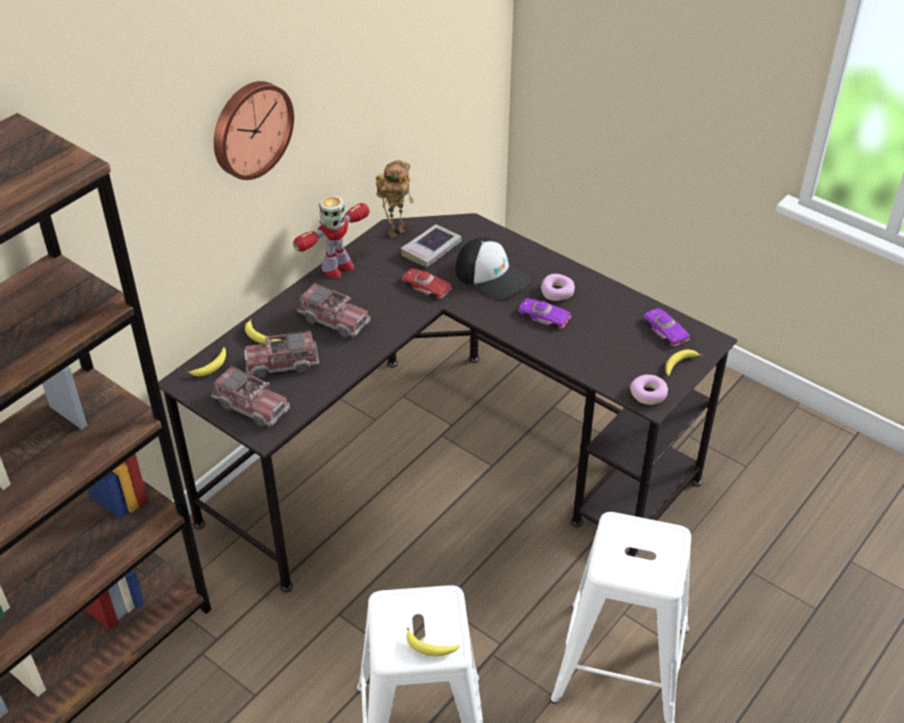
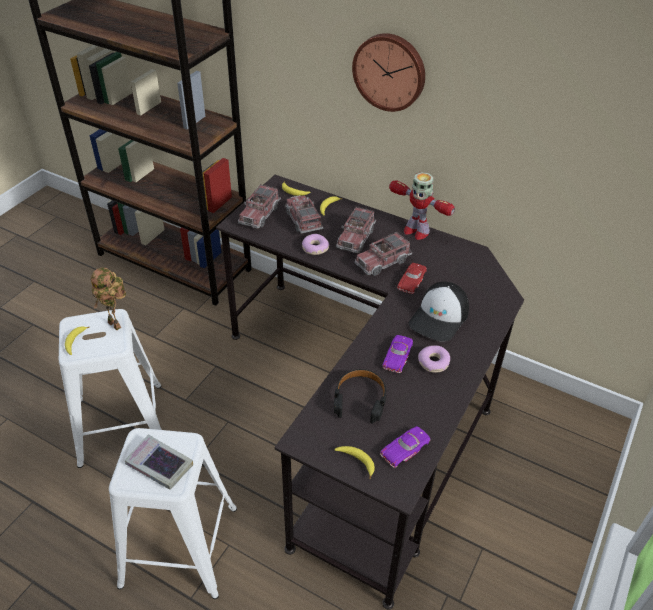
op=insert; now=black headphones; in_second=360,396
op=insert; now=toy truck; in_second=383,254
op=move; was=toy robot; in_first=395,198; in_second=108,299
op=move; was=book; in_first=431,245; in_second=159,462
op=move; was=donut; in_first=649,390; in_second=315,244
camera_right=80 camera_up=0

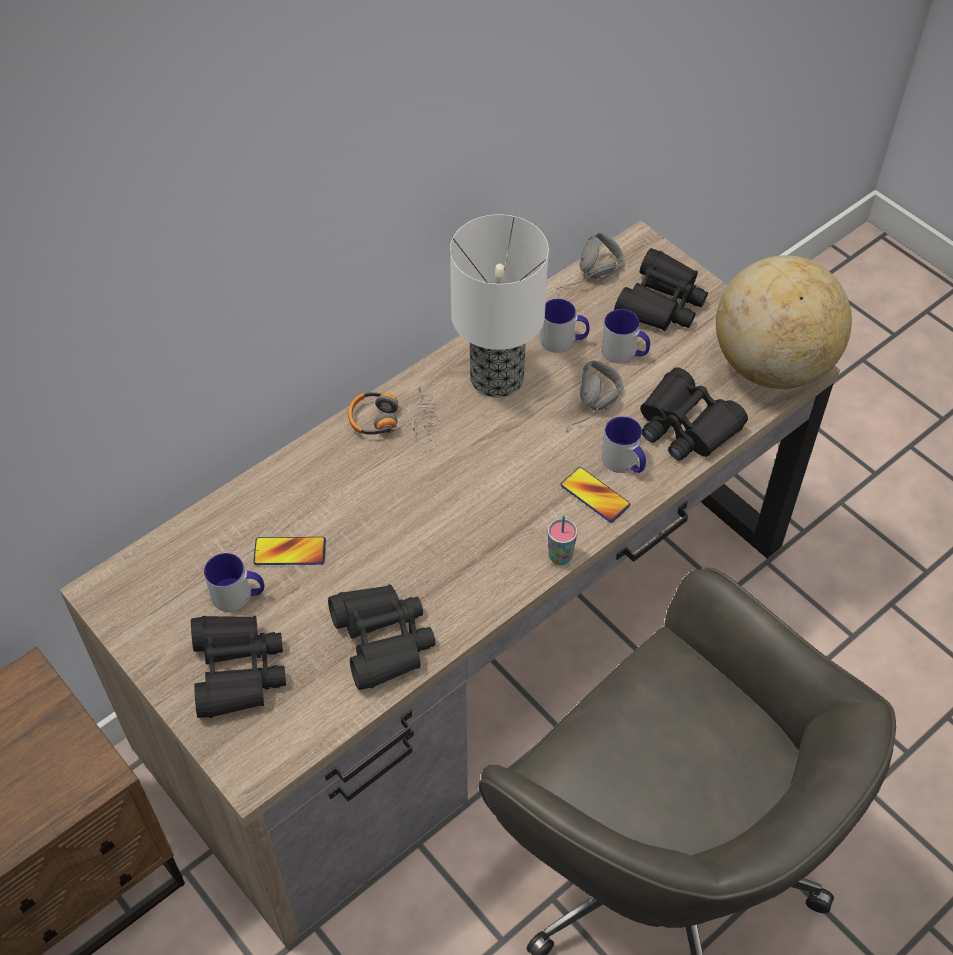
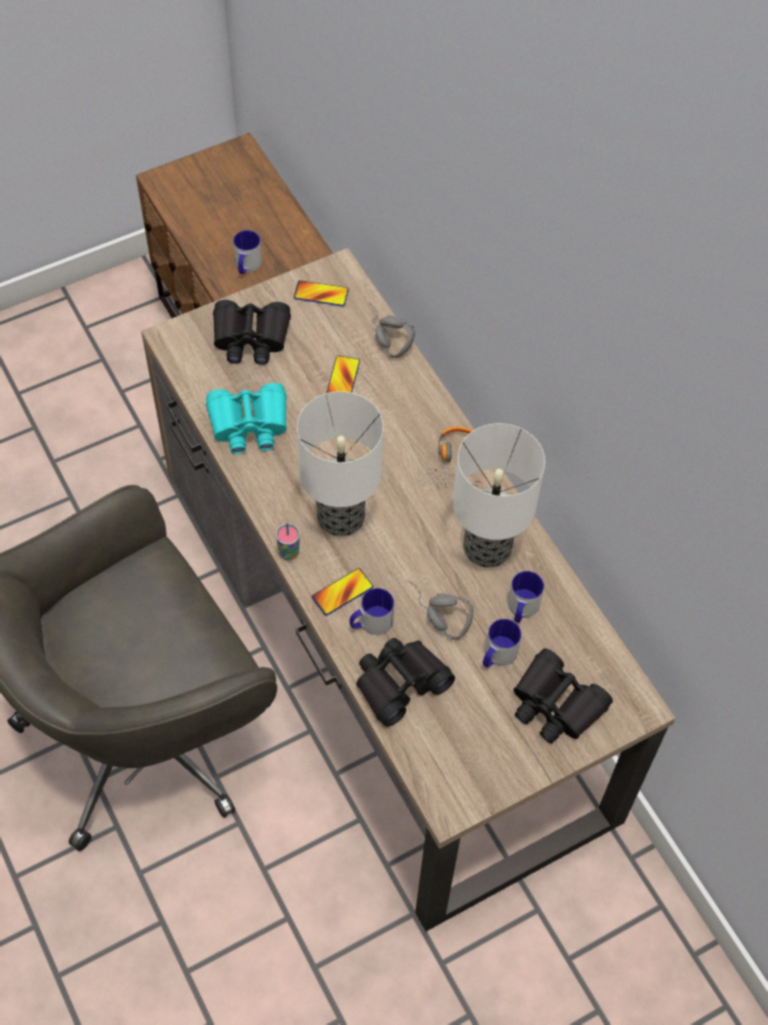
op=delete; was=globe; in_first=784,322
op=insert; now=phone; in_second=321,293
op=insert; now=table lamp; in_second=340,463
op=move; was=mug; in_first=234,582; in_second=247,252
op=move; was=grey headphones; in_first=590,261; in_second=391,330
op=recolor; was=black binoculars; now=turquoise binoculars; in_first=381,637; in_second=246,418
camera_right=100 camera_up=5

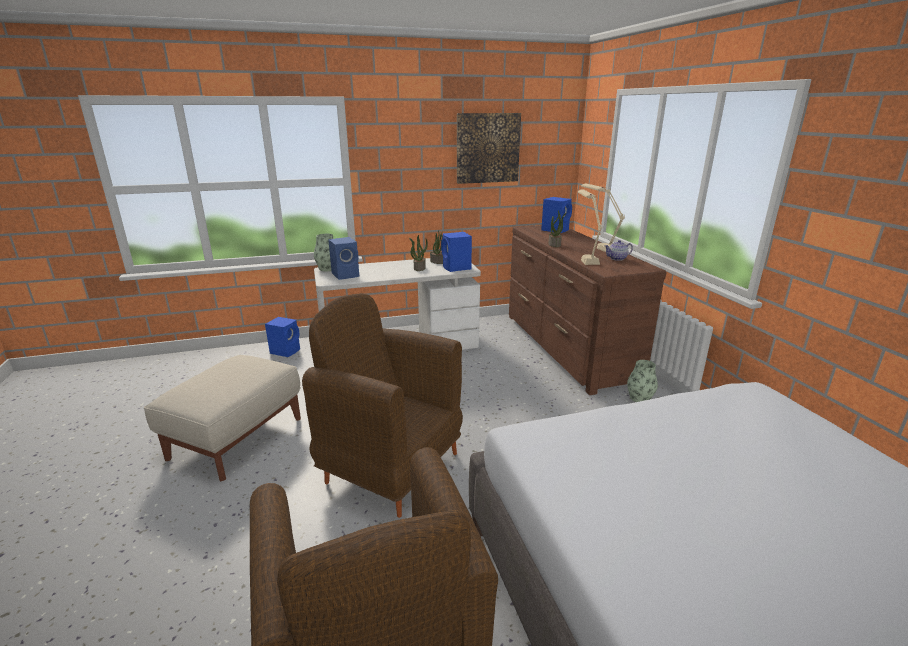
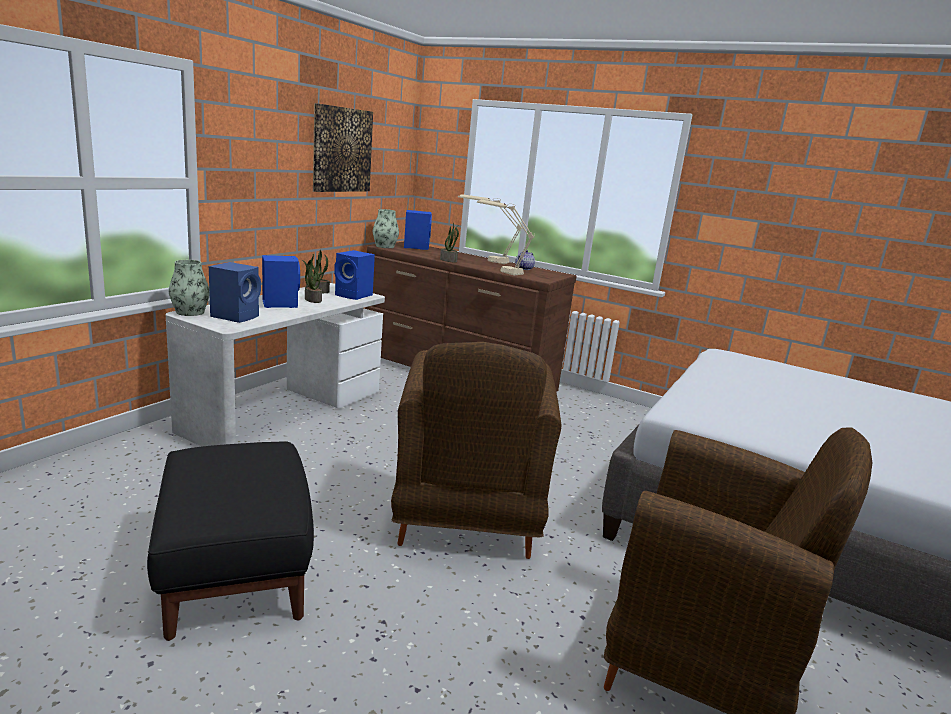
op=move; was=blue speaker; in_first=282,337; in_second=281,281
op=move; was=vase; in_first=642,381; in_second=386,228
op=recolor; was=beige ottoman; now=black ottoman; in_first=222,418; in_second=230,541
op=rotate; was=brown armchair; in_first=382,405; in_second=476,450; clockwise=-75
camera_right=-45 camera_up=-5

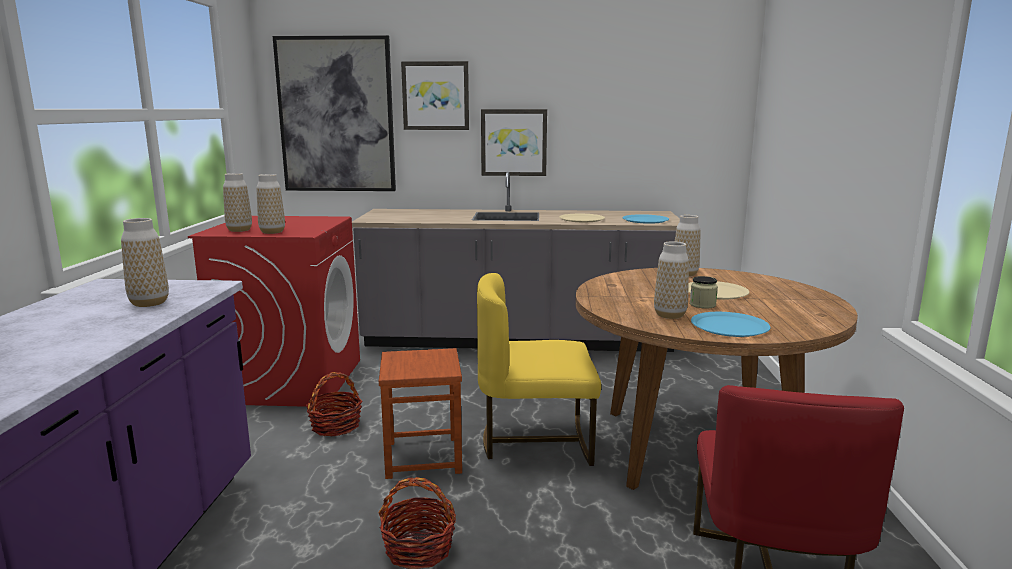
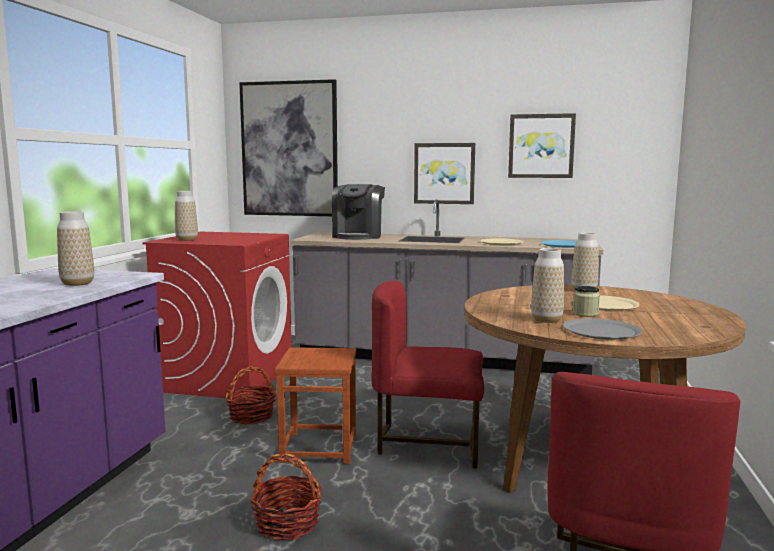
op=delete; was=vase; in_first=271,204
op=insert; now=coffee machine; in_second=358,212
op=move; was=picture; in_first=435,95; in_second=542,145
op=recolor; was=yellow chair; now=red chair; in_first=539,369; in_second=427,375
op=recolor; was=blue plate; now=grey plate; in_first=730,324; in_second=602,329
camera_right=10 camera_up=-5

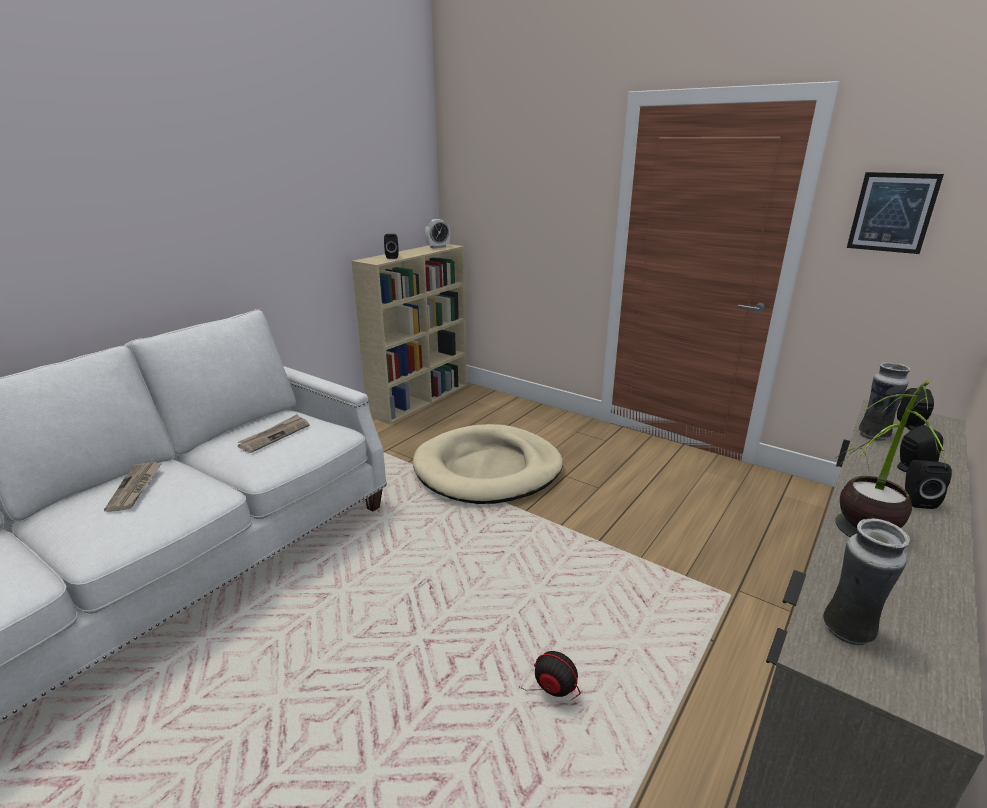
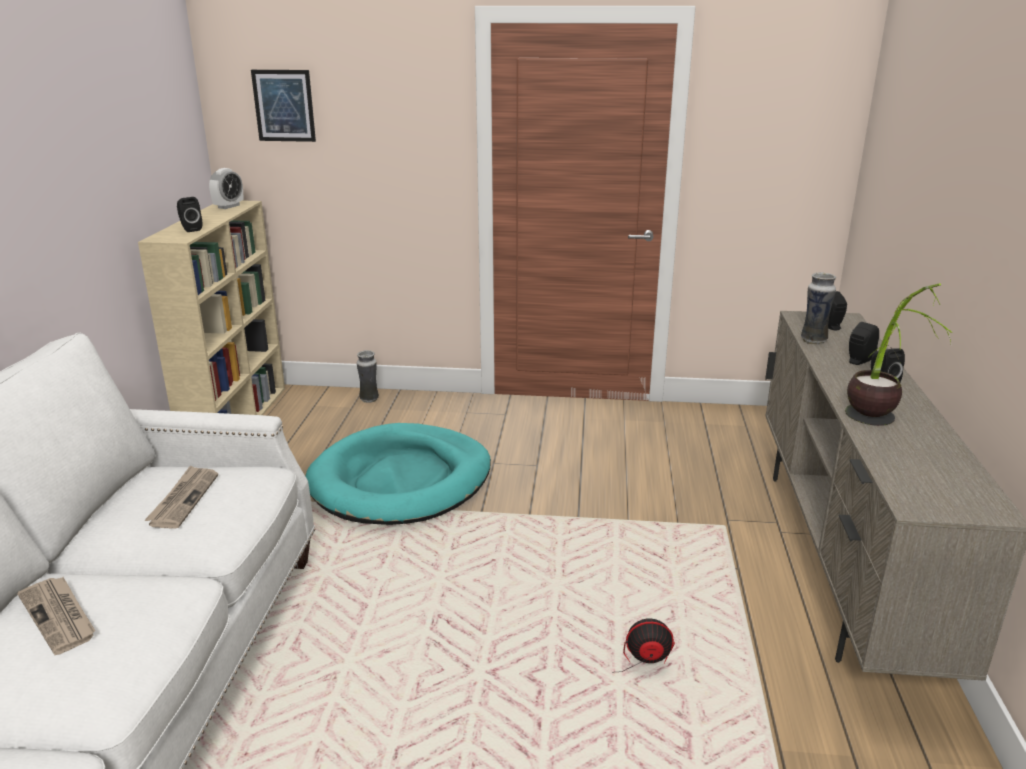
op=move; was=vase; in_first=866,582; in_second=368,376
op=move; was=picture; in_first=895,213; in_second=283,106
op=recolor; was=beige dog bed; now=turquoise dog bed; in_first=488,464; in_second=398,474
camera_right=-30 camera_up=0

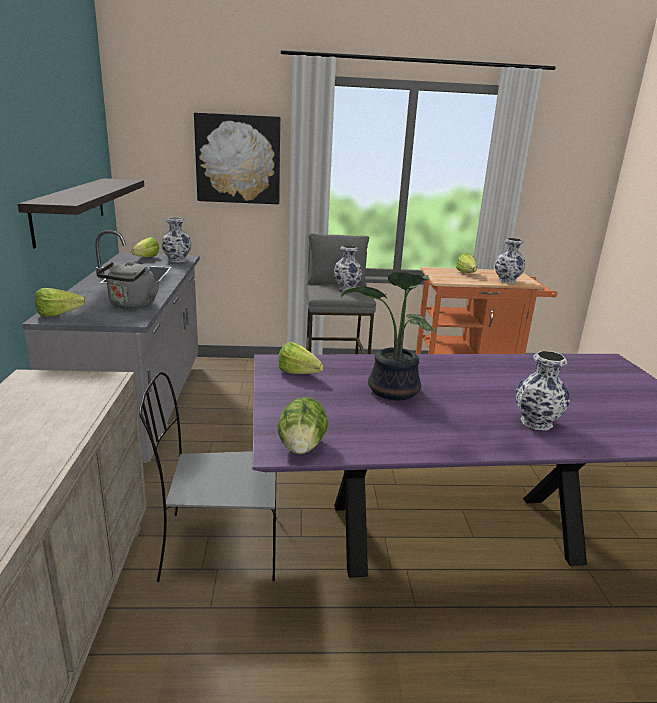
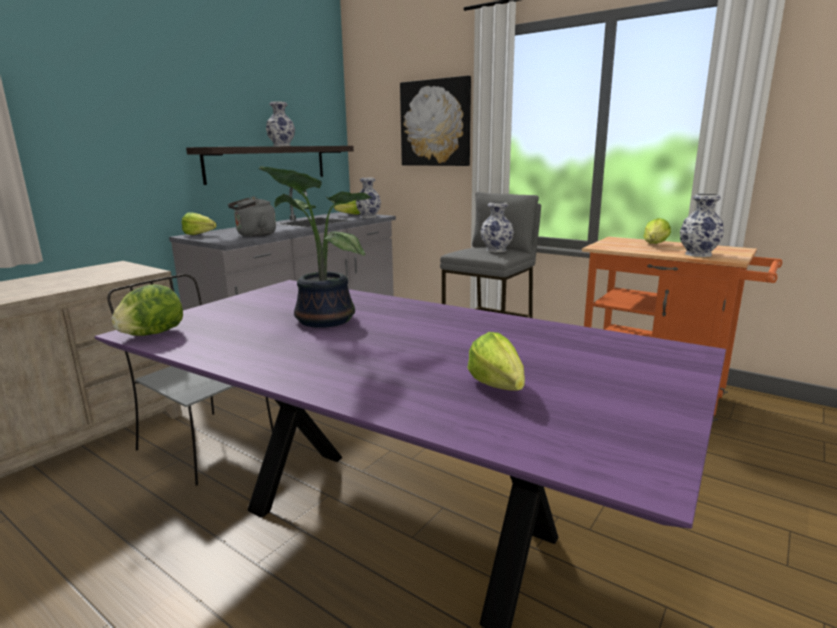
op=move; was=lettuce; in_first=301,358; in_second=496,361
op=move; was=vase; in_first=542,390; in_second=280,124
camera_right=40 camera_up=-5

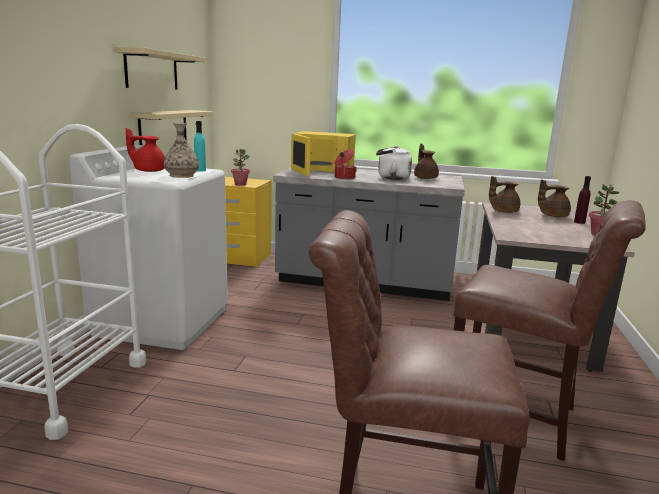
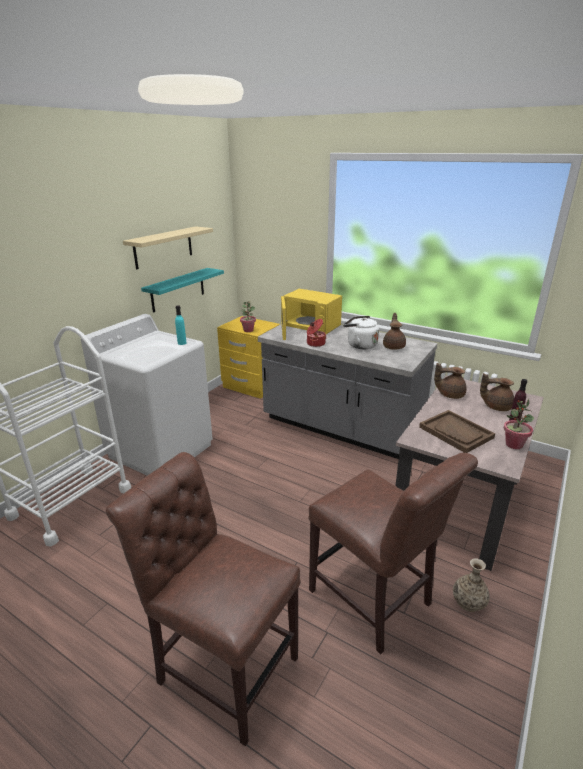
op=delete; was=red teapot; in_first=145,150
op=insert; now=brown tray; in_second=457,431
op=move; was=vase; in_first=181,150; in_second=471,585
op=recolor; was=beige shelf; now=turquoise shelf; in_first=171,127; in_second=182,290
camera_right=20 camera_up=10

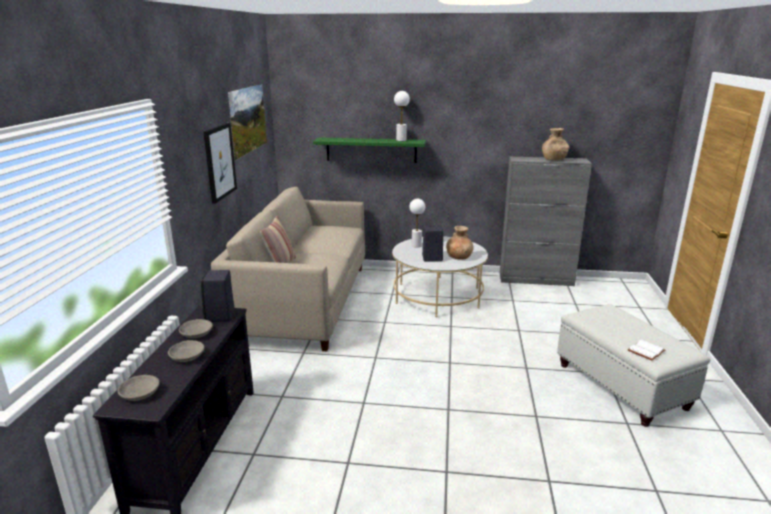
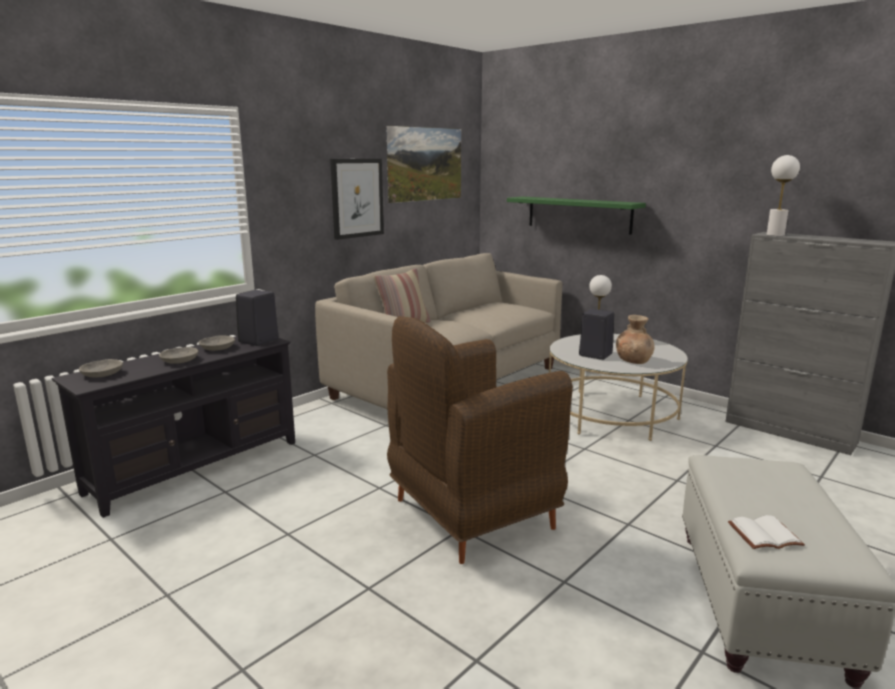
op=delete; was=brown vase; in_first=556,144
op=insert; now=brown armchair; in_second=480,440
op=move; was=white table lamp; in_first=402,116; in_second=783,195
camera_right=35 camera_up=-5

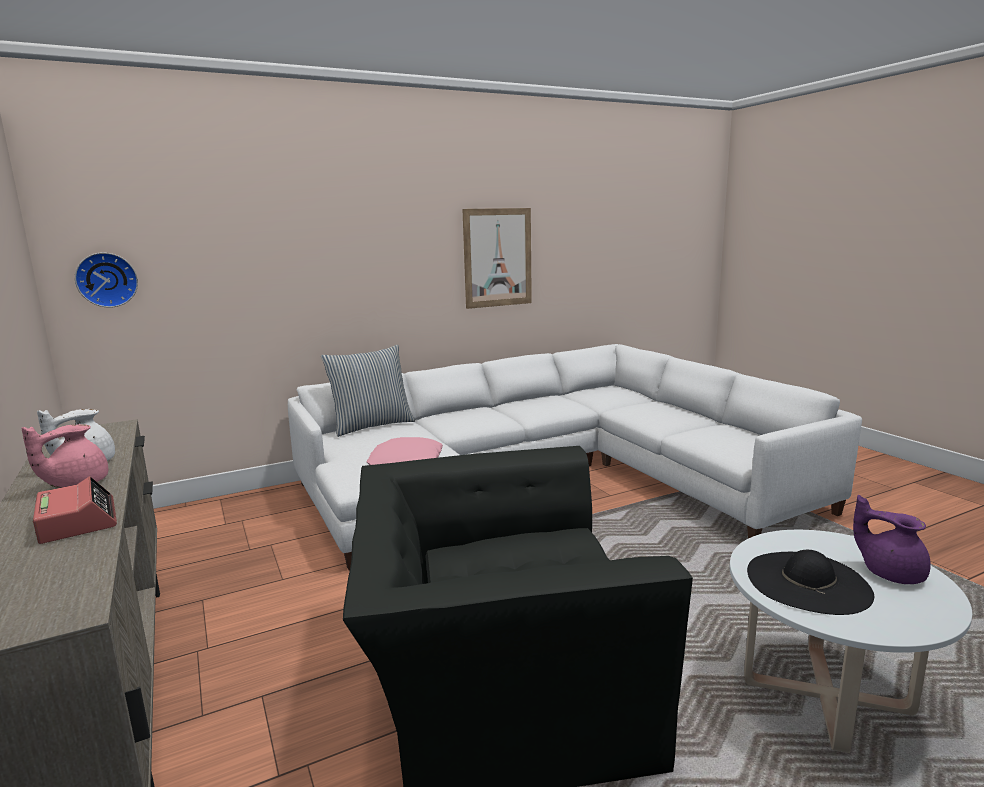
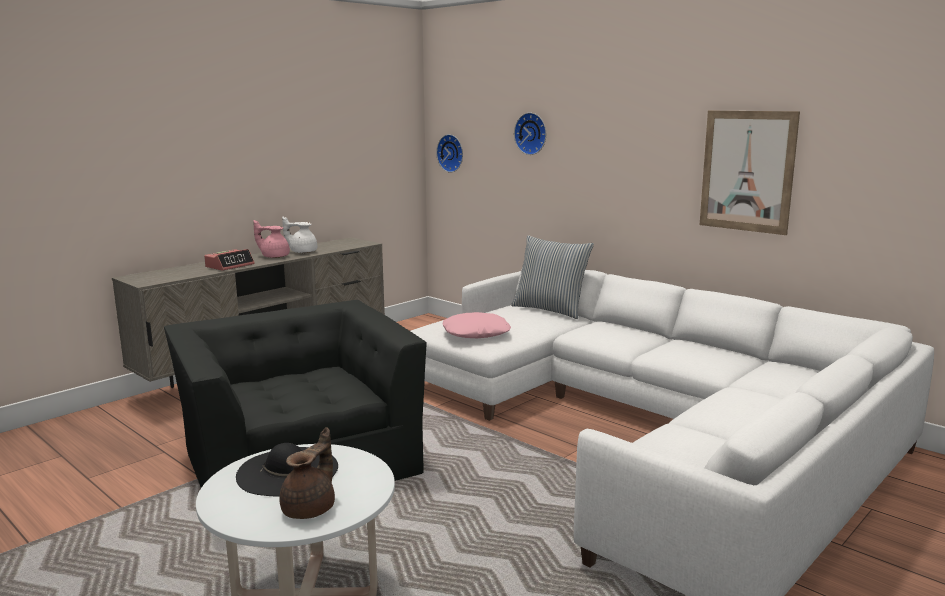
op=insert; now=wall clock; in_second=530,133
op=recolor; was=purple teapot; now=brown teapot; in_first=892,539; in_second=307,473
camera_right=70 camera_up=0

